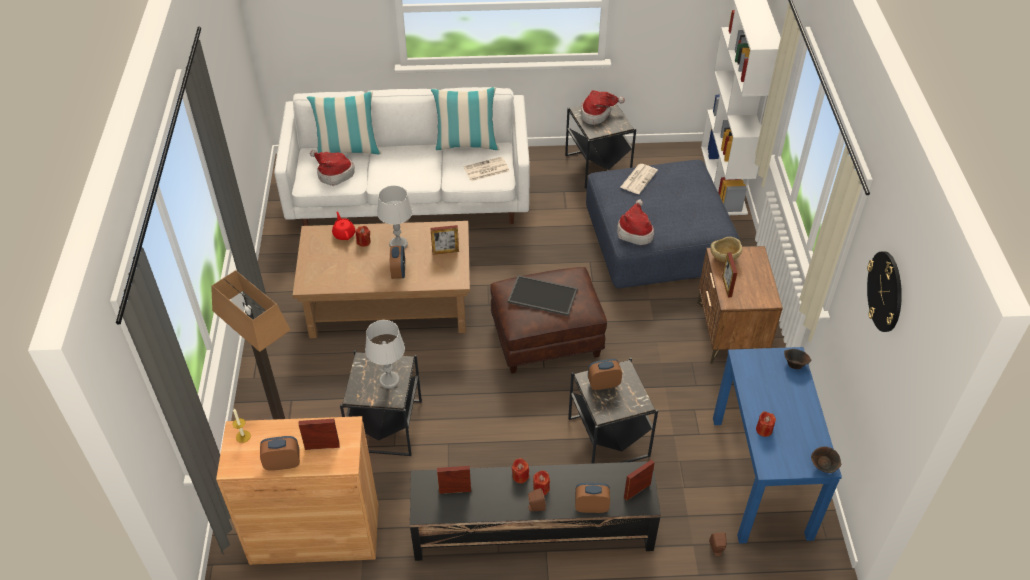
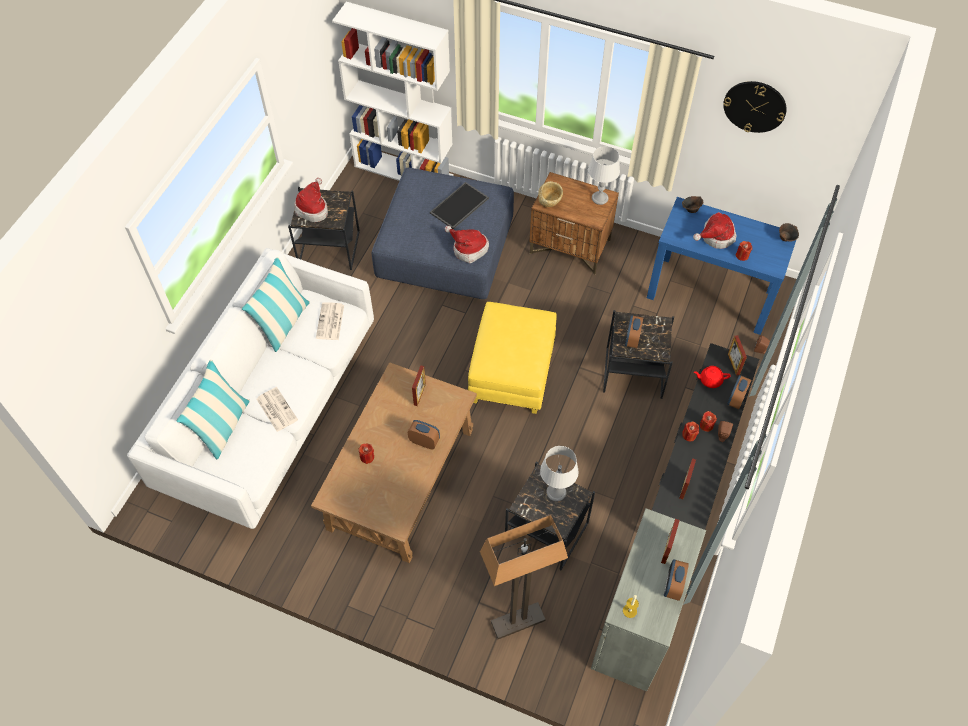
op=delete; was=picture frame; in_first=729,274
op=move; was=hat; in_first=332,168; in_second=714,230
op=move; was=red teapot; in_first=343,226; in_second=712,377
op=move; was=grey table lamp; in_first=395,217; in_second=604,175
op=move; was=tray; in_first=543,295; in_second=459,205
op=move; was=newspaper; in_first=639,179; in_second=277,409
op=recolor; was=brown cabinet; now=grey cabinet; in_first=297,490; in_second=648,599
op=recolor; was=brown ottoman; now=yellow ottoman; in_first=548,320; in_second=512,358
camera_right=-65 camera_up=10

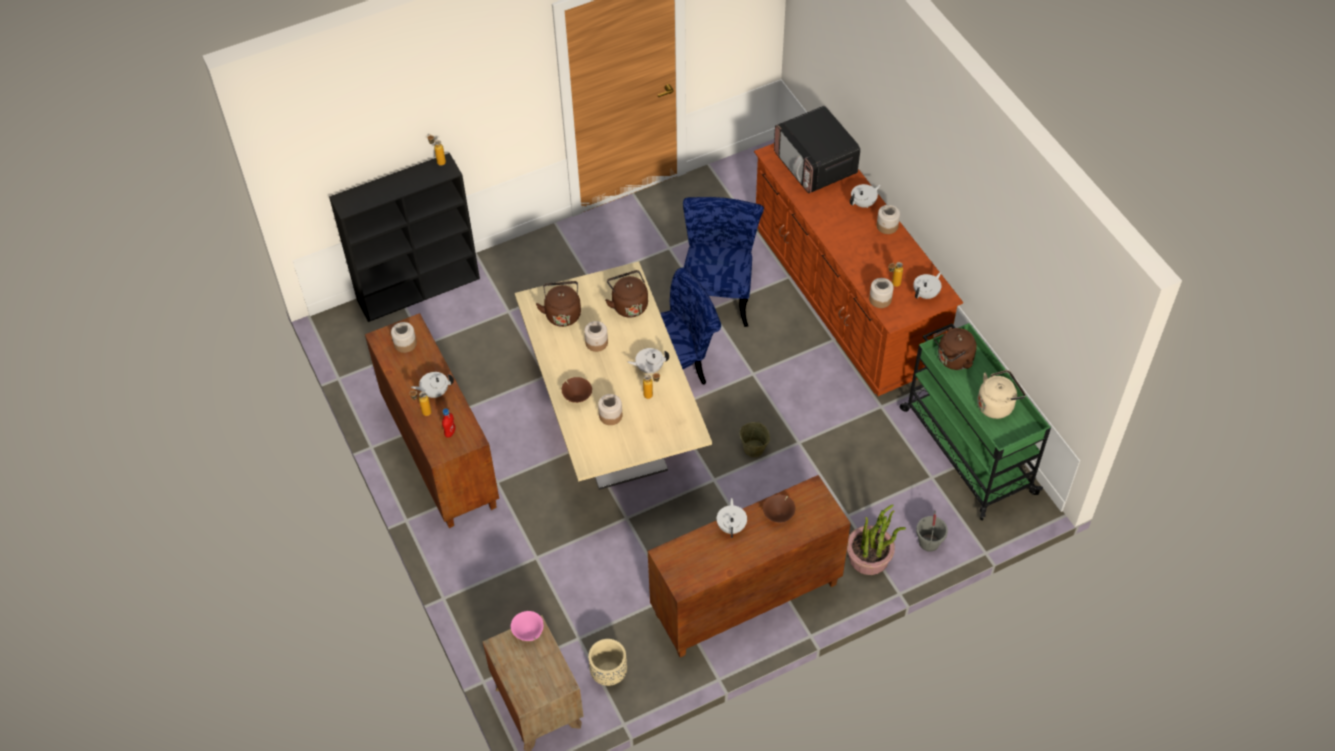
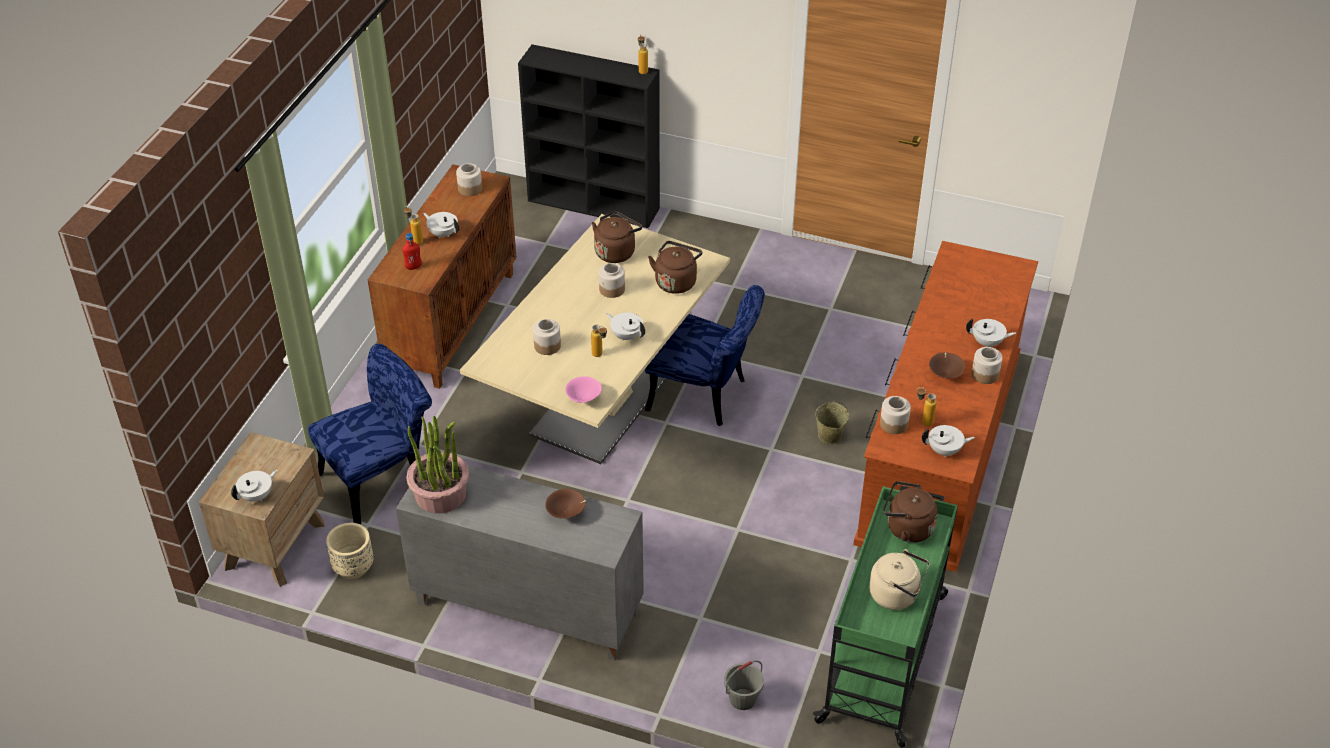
op=delete; was=microwave; in_first=817,149
op=move; was=pink bowl; in_first=527,626; in_second=583,389
op=move; was=brown bowl; in_first=577,390; in_second=947,365
op=move; was=blue chair; in_first=723,262; in_second=370,434
op=move; was=white teapot; in_first=732,518; in_second=254,486
op=move; was=beige bucket; in_first=755,439; in_second=832,422
op=move; was=potted plant; in_first=876,539; in_second=437,464
op=recolor; was=brown cabinet; now=grey cabinet; in_first=749,566; in_second=520,563
camera_right=45 camera_up=-10

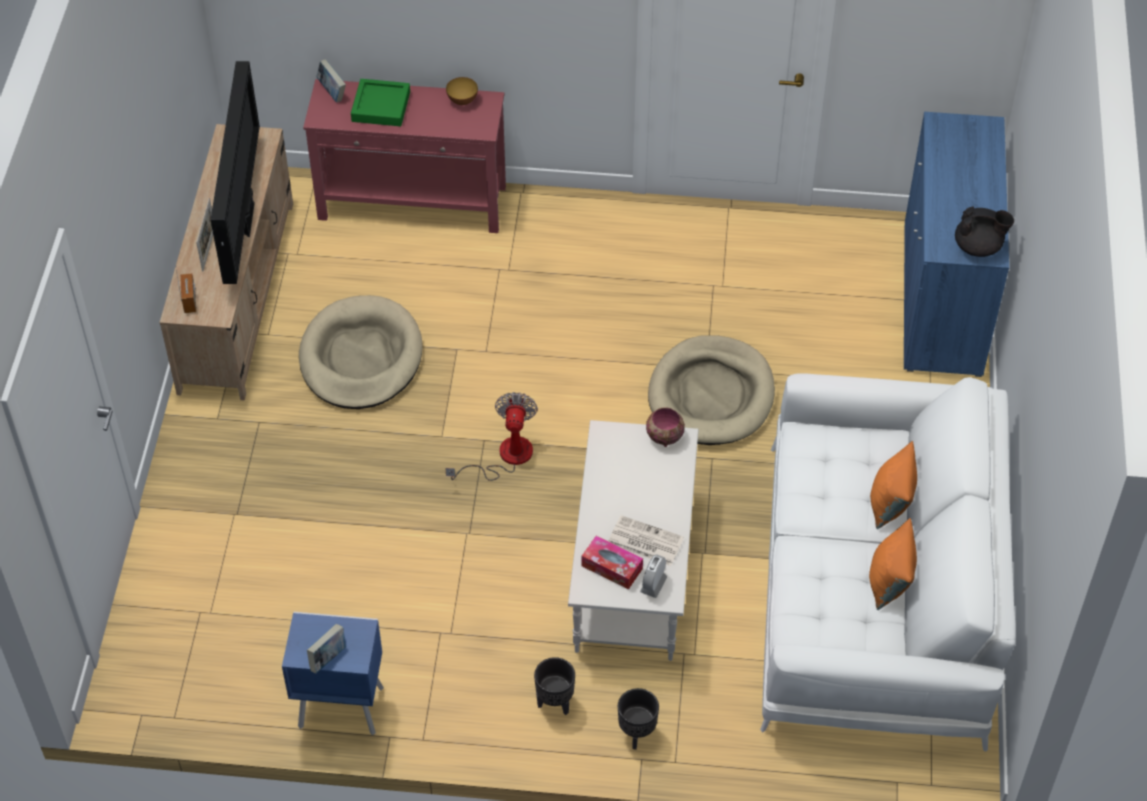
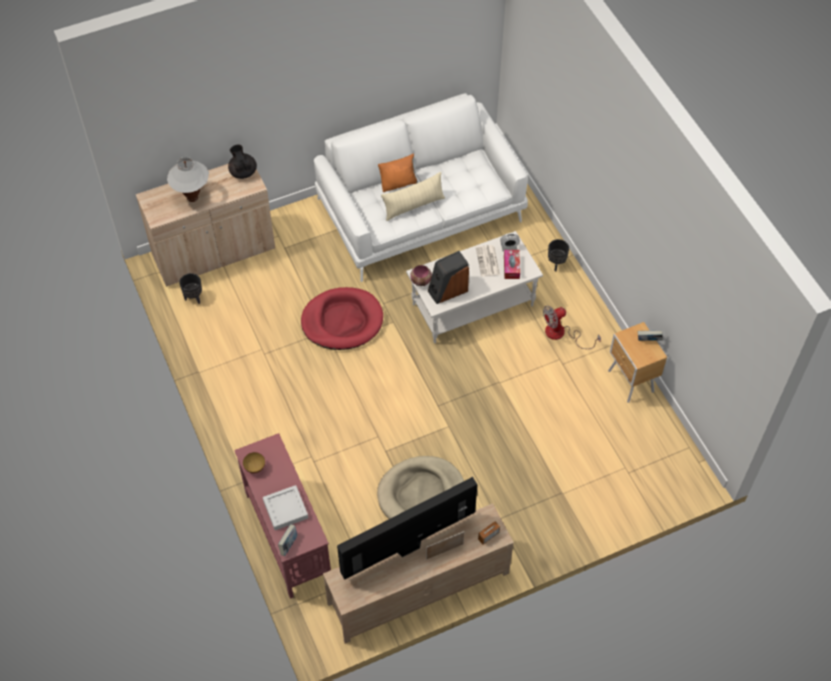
op=delete; was=orange pillow; in_first=893,564
op=insert; now=white table lamp; in_second=188,179
op=insert; now=beige pillow; in_second=413,196
op=insert; now=speaker; in_second=448,277
op=move; was=fan; in_first=491,436; in_second=572,327
op=move; was=black planter; in_first=554,686; in_second=190,288
op=recolor; was=blue nightstand; now=brown nightstand; in_first=333,673; in_second=637,362
op=recolor; was=green tray; now=grey tray; in_first=380,102; in_second=285,507
op=recolor; was=beige dog bed; now=red dog bed; in_first=711,390; in_second=342,318
op=recolor; was=blue cabinet; now=beige cabinet; in_first=956,244; in_second=205,225
camera_right=-120 camera_up=5

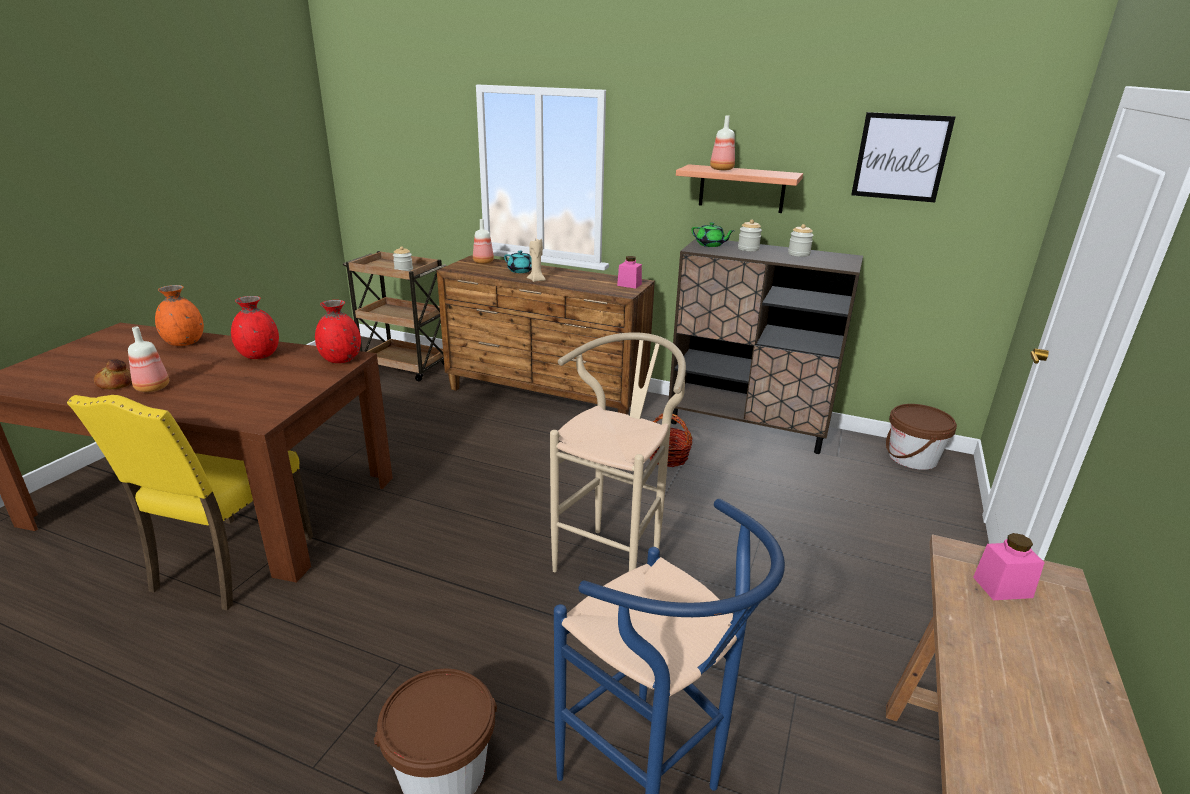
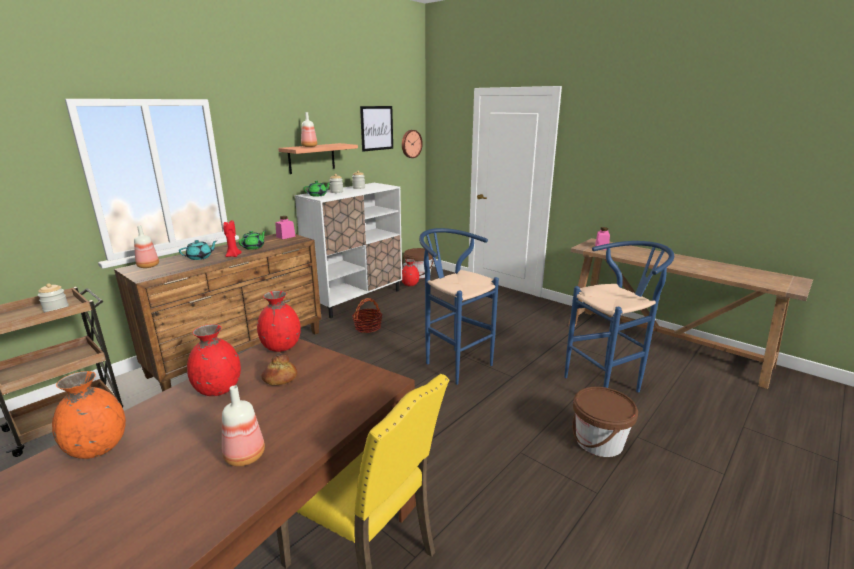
op=insert; now=green teapot; in_second=251,240
op=insert; now=wall clock; in_second=412,144
op=insert; now=red vase; in_second=410,272
op=move; was=bread; in_first=113,374; in_second=279,369
op=recolor; was=beige candle; now=red candle; in_first=536,260; in_second=232,238
op=recolor; was=beige stool; now=blue stool; in_first=618,452; in_second=459,306
op=recolor; was=brown cabinet; now=white cabinet; in_first=766,346; in_second=348,250
camera_right=-70 camera_up=-5

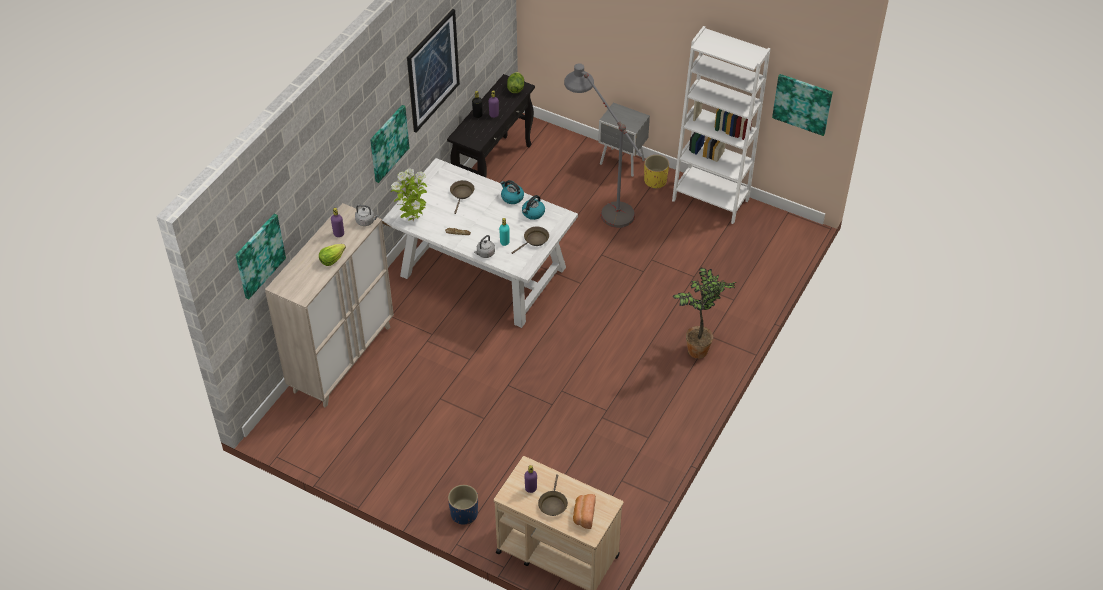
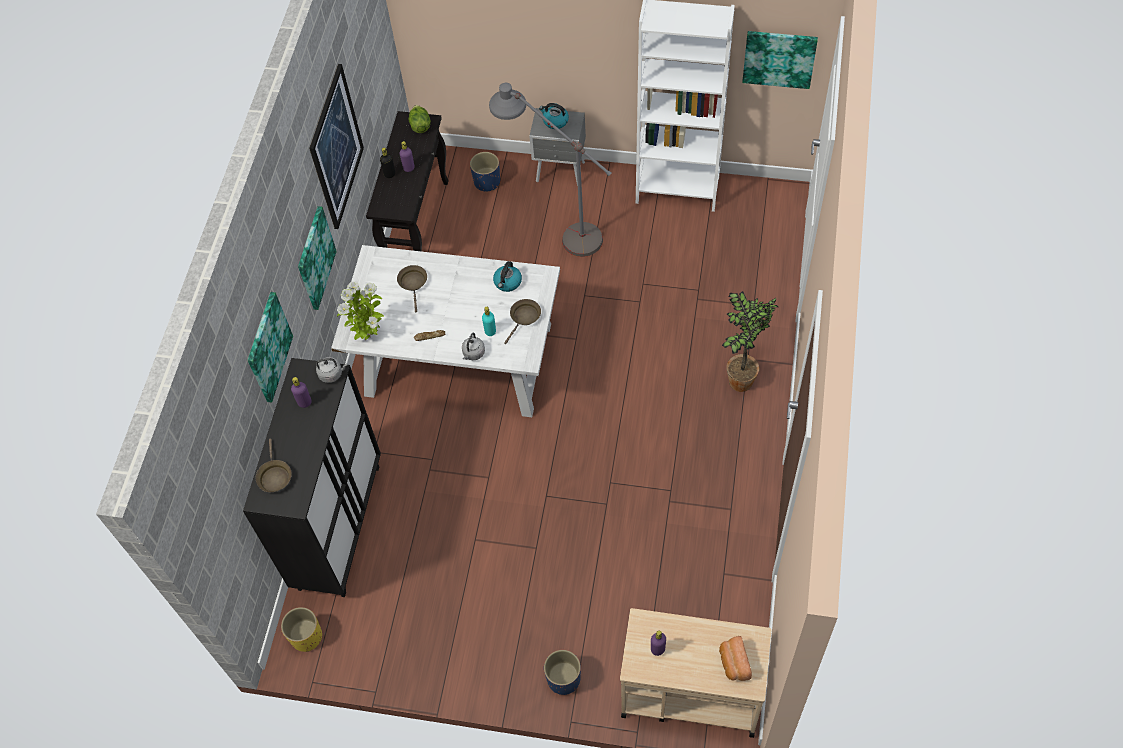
op=delete; was=lettuce; in_first=332,255
op=insert; now=blue planter; in_second=485,171
op=move; was=picture; in_first=261,256; in_second=270,347
op=move; was=kettle; in_first=512,192; in_second=554,116
op=move; was=brown frying pan; in_first=553,495; in_second=274,465
op=move; was=yellow planter; in_first=656,172; in_second=301,629
op=recolor; was=beige cabinet; now=black cabinet; in_first=329,305; in_second=312,477
camera_right=-15 camera_up=10

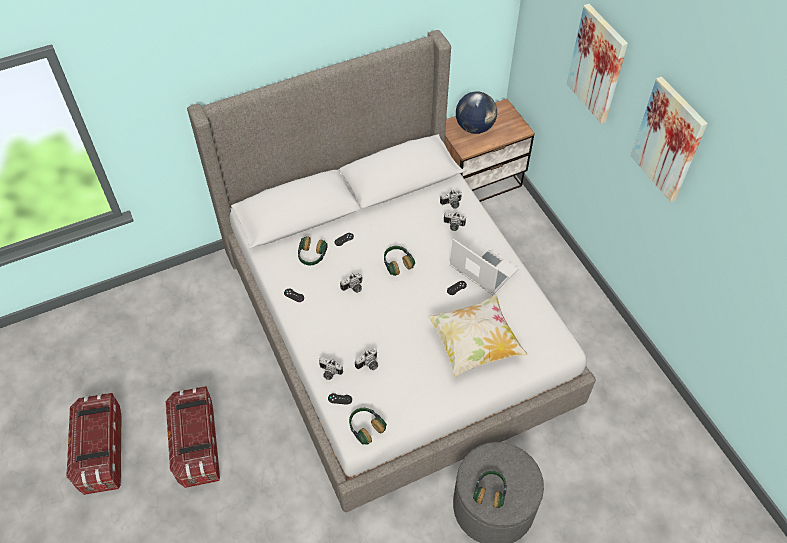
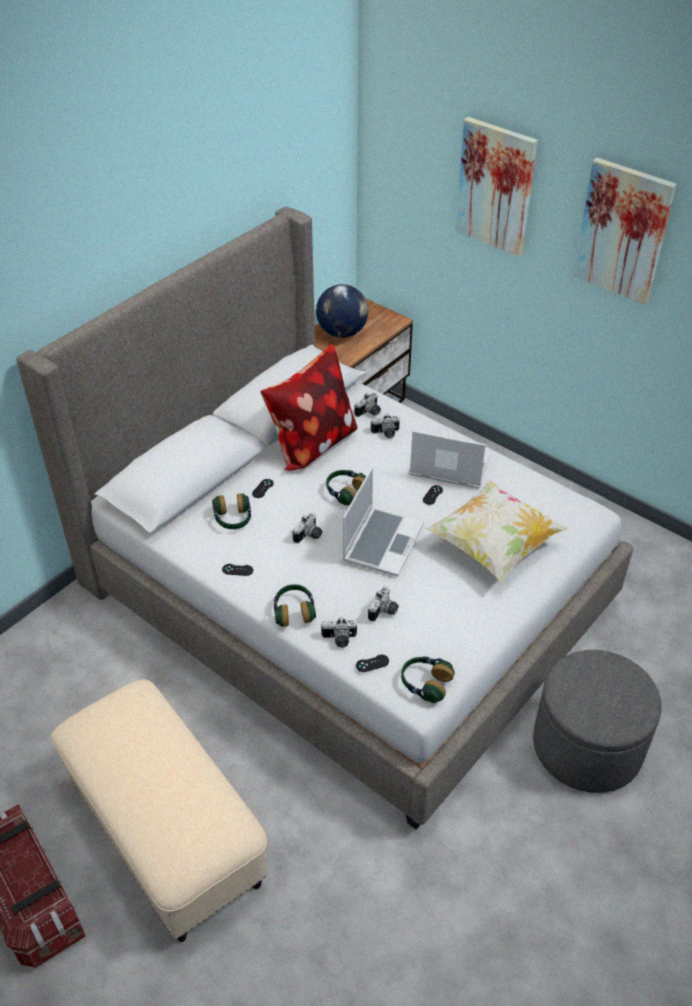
op=insert; now=pillow; in_second=308,407
op=insert; now=laptop; in_second=383,522
op=move; was=headphones; in_first=490,489; in_second=295,605
op=replace; was=storage box; now=beige ottoman; in_first=193,437; in_second=159,810
camera_right=-25 camera_up=-10

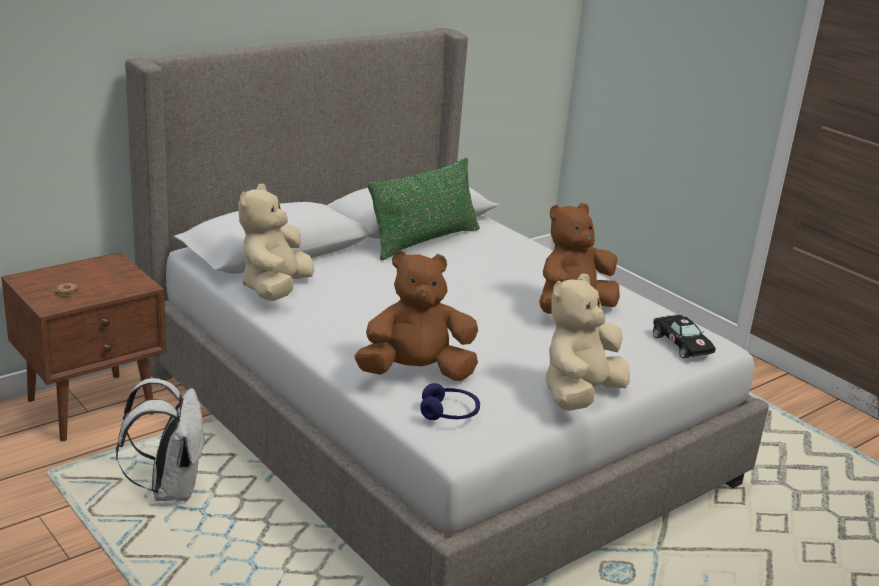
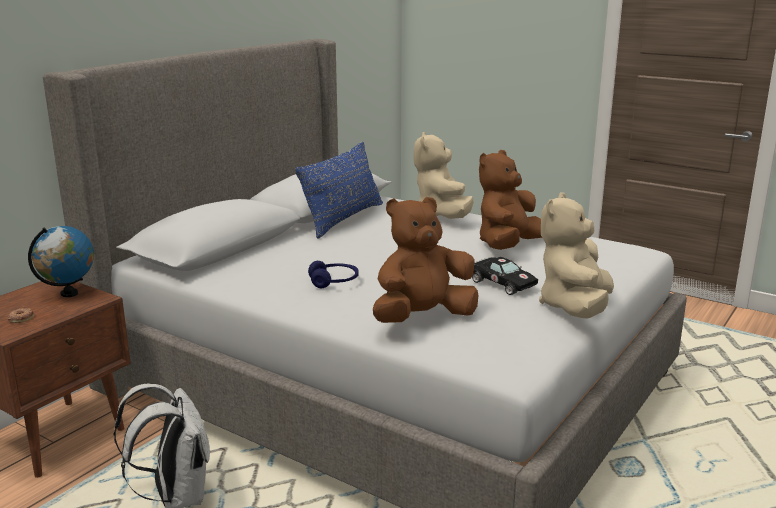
op=insert; now=globe; in_second=61,261
op=move; was=beige plush toy; in_first=276,242; in_second=444,175
op=move; was=blue headphones; in_first=450,401; in_second=333,274
op=move; was=black toy car; in_first=684,336; in_second=505,276
op=recolor; was=green pillow; now=blue pillow; in_first=424,209; in_second=339,190
camera_right=-15 camera_up=-5

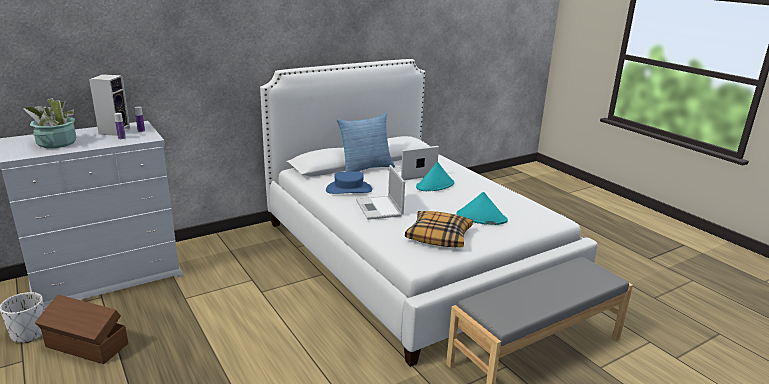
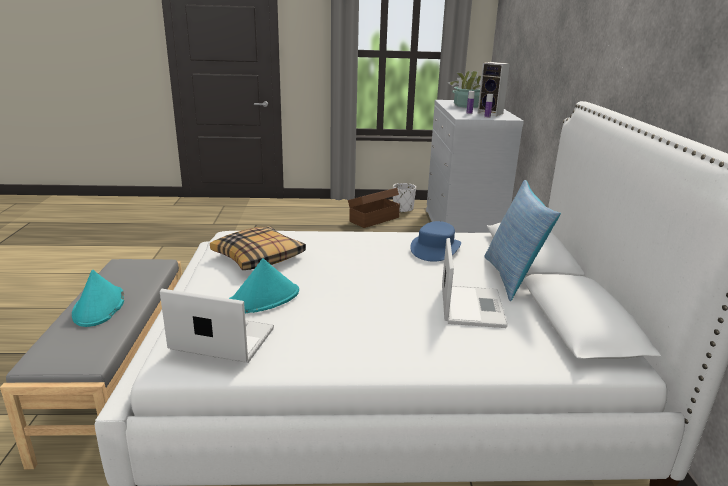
op=move; was=laptop; in_first=380,192; in_second=217,326
op=move; was=turquoise hat; in_first=435,176; in_second=98,298
camera_right=120 camera_up=0

